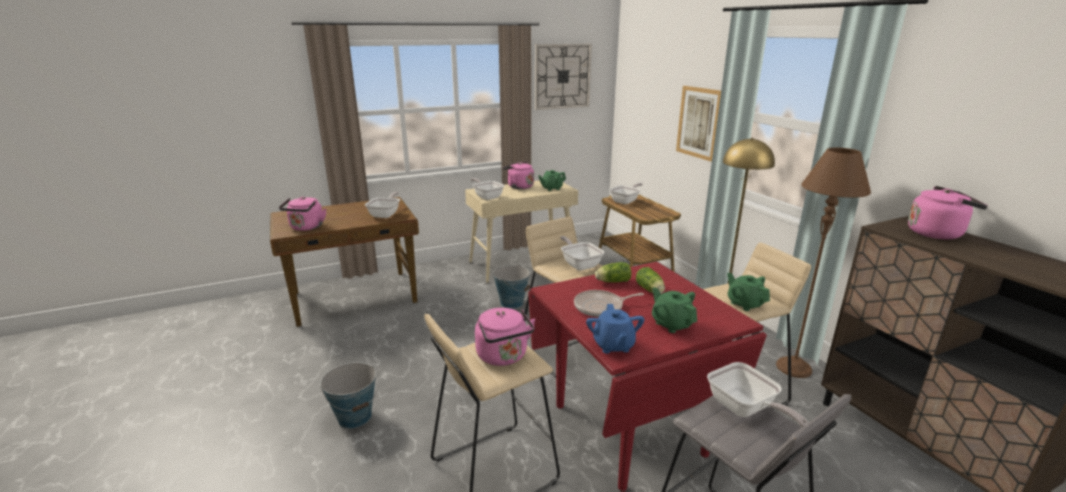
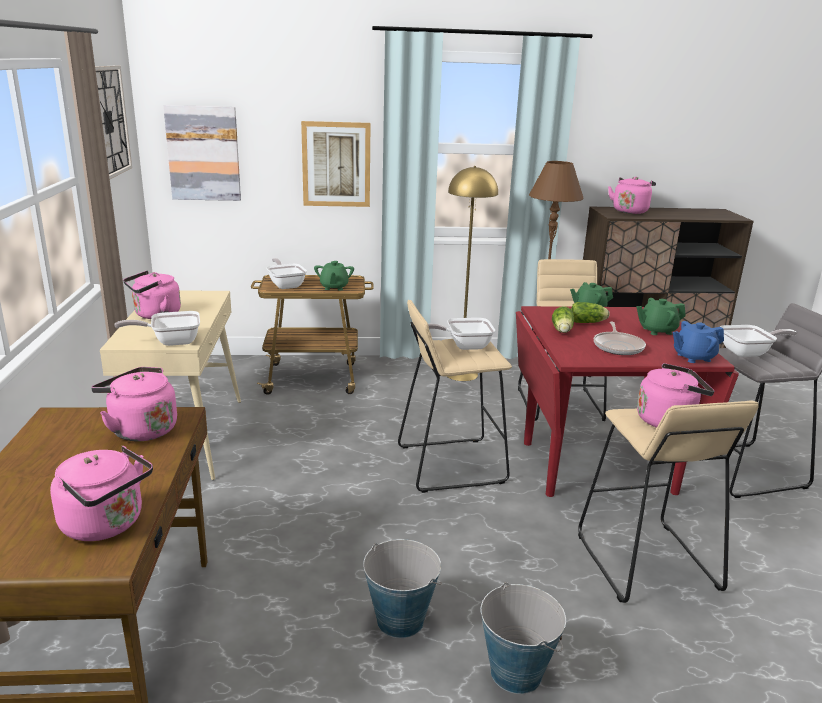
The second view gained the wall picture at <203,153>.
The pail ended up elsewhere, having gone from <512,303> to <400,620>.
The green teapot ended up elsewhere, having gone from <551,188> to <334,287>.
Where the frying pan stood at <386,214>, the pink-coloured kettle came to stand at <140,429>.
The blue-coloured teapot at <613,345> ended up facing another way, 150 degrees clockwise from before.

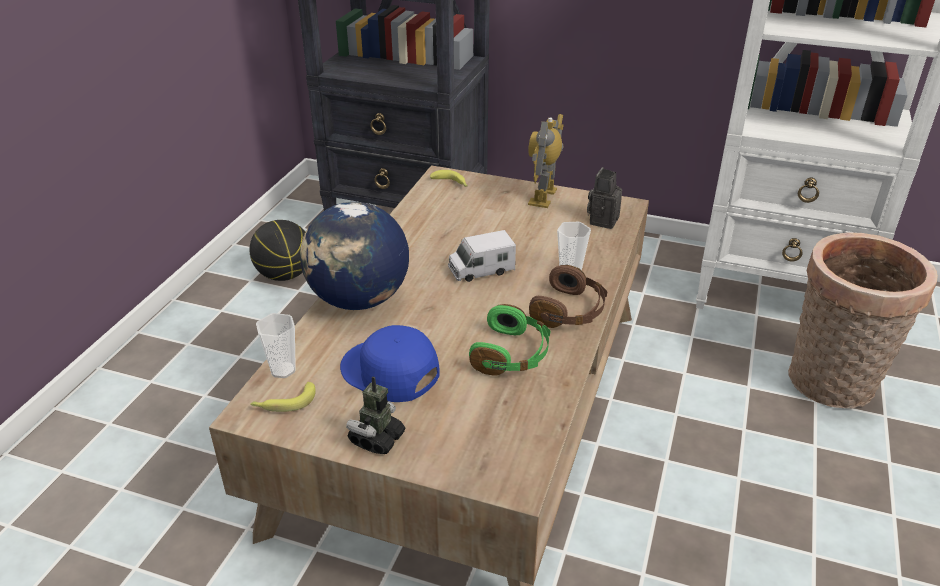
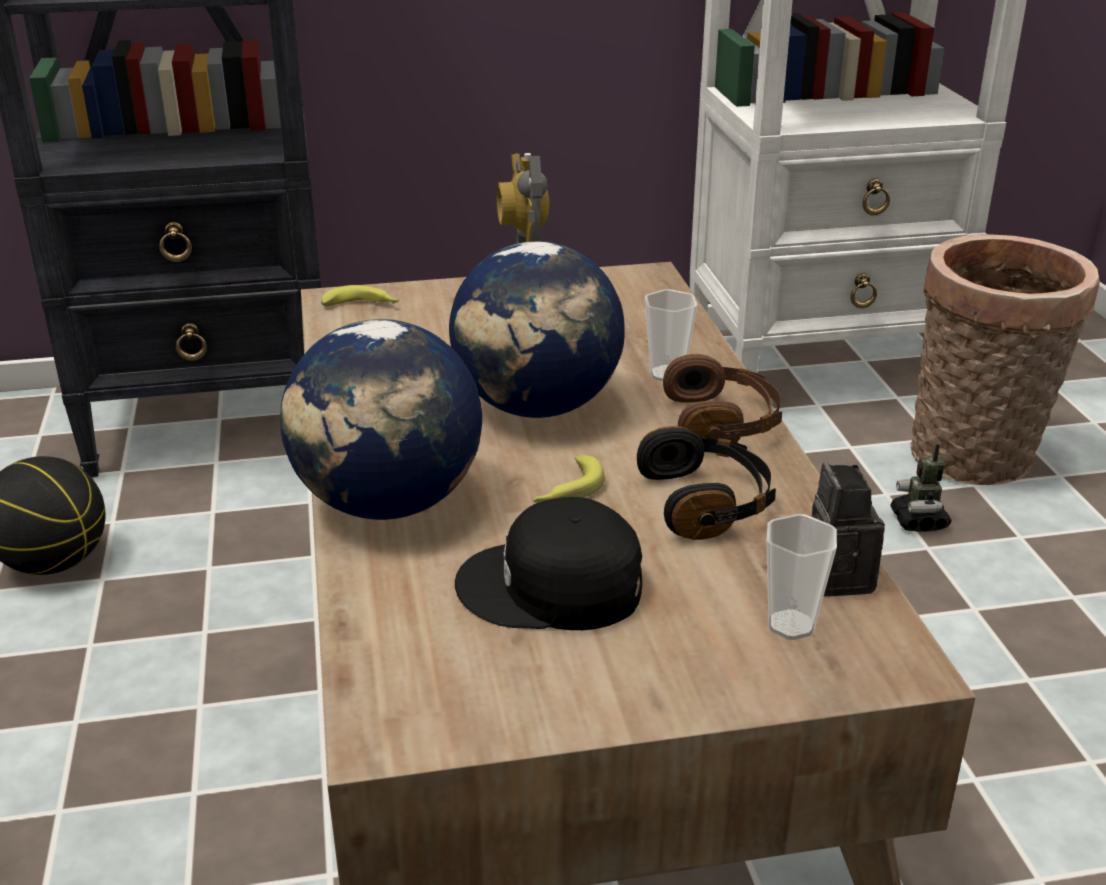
The whole banana ended up elsewhere, having gone from <284,403> to <566,491>.
The cup ended up elsewhere, having gone from <283,370> to <791,625>.
The robot figure ended up elsewhere, having gone from <377,439> to <919,521>.
The still camera ended up elsewhere, having gone from <602,220> to <833,576>.
Where the toy truck stood at <481,270>, the world globe came to stand at <538,407>.
What was the blue-coloured peaked cap at <389,372> turned into the black peaked cap at <552,587>.
What was the green pair of headphones at <512,355> turned into the black pair of headphones at <707,503>.

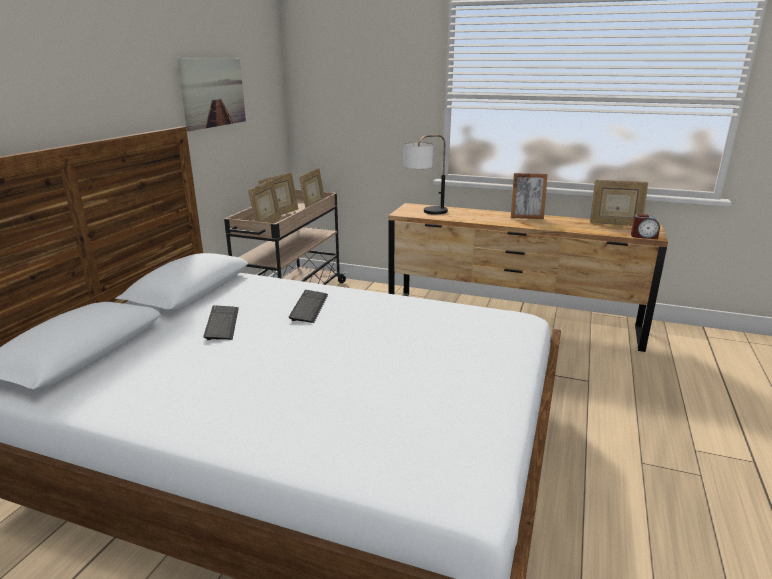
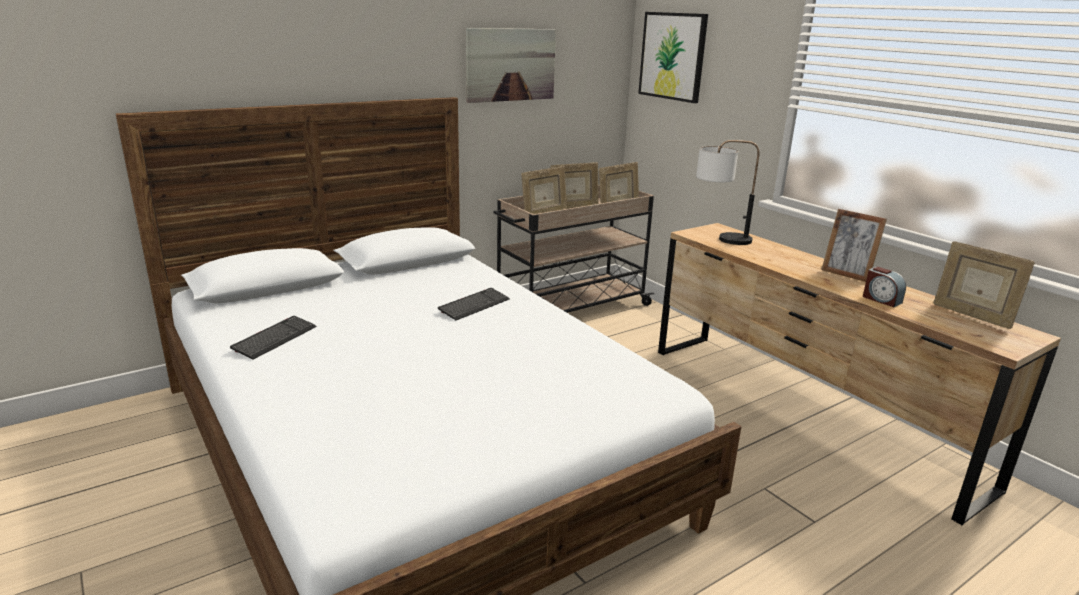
The second view gained the wall picture at <673,56>.
The PC keyboard ended up elsewhere, having gone from <222,324> to <274,339>.
The table clock ended up elsewhere, having gone from <643,236> to <881,300>.

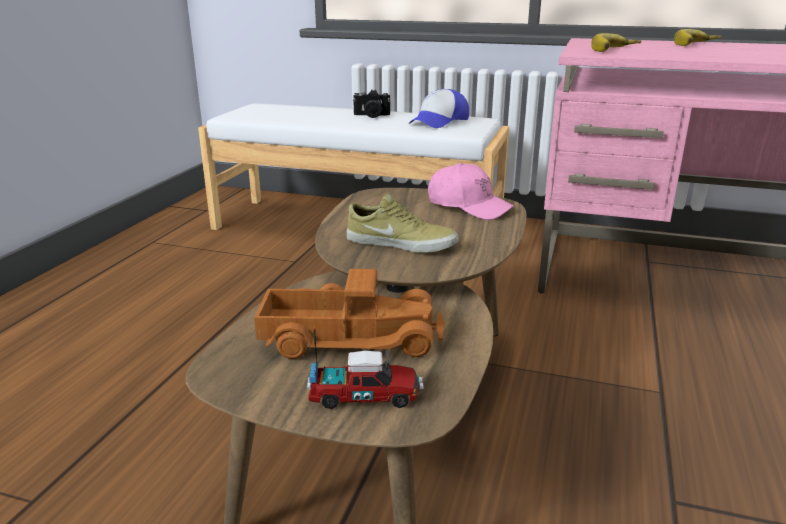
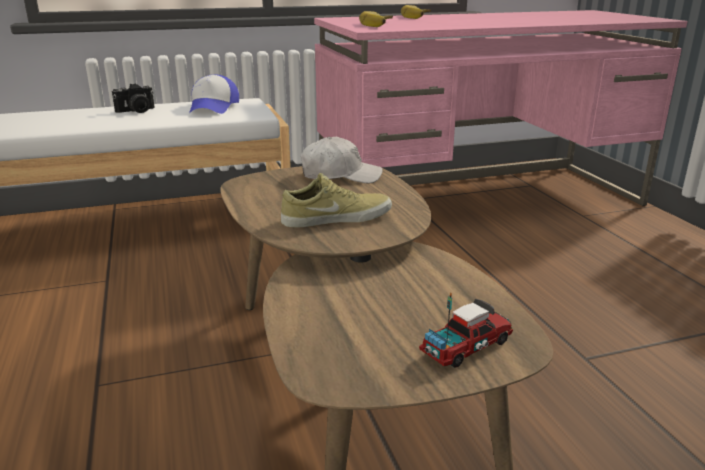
The second view lost the toy truck at <350,337>.
What was the pink-coloured peaked cap at <469,206> turned into the whitish peaked cap at <340,175>.

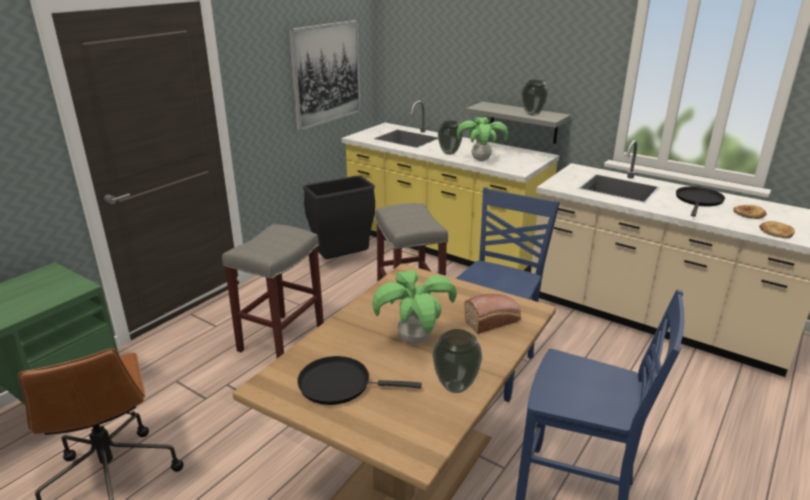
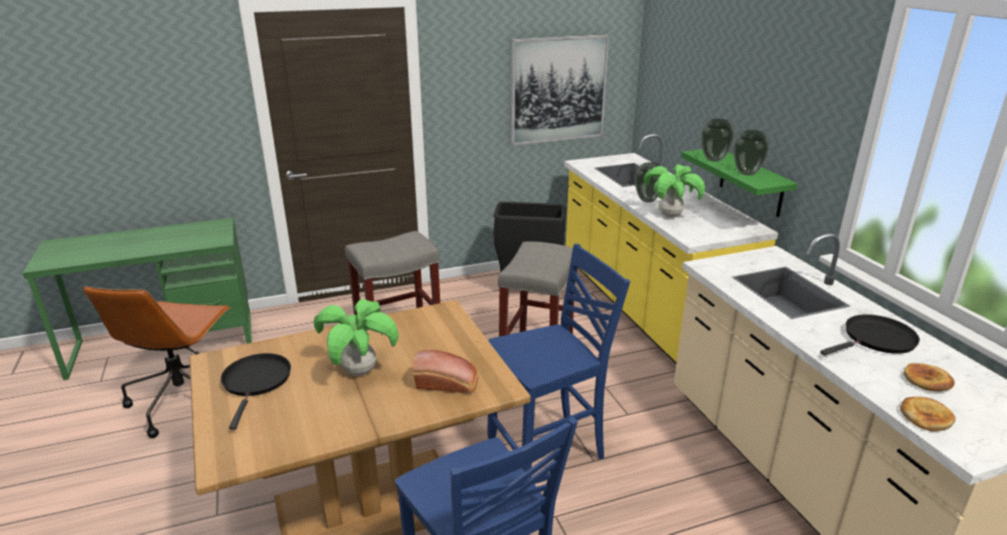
The vase ended up elsewhere, having gone from <456,386> to <714,159>.
What was the gray wall shelf at <523,122> turned into the green wall shelf at <751,182>.
The black frying pan at <339,384> ended up facing another way, 45 degrees clockwise from before.

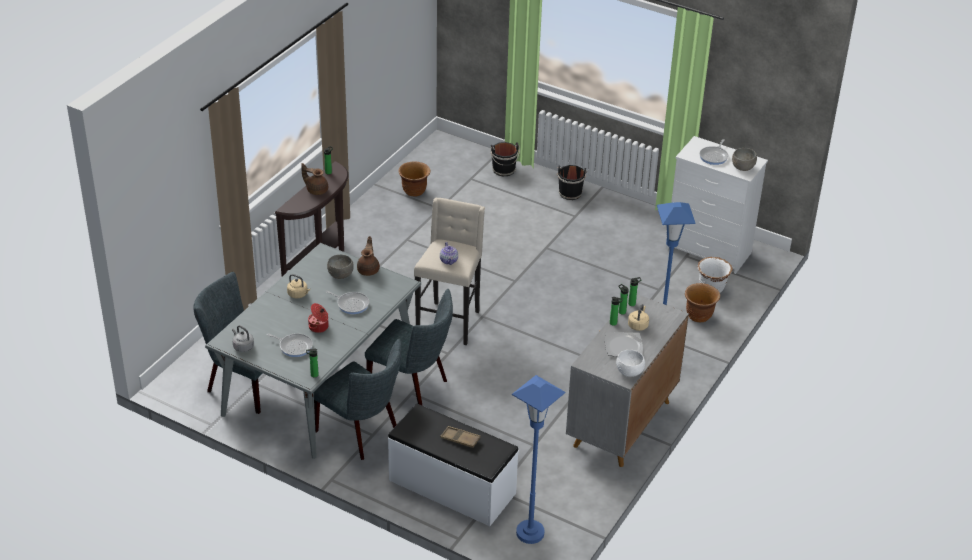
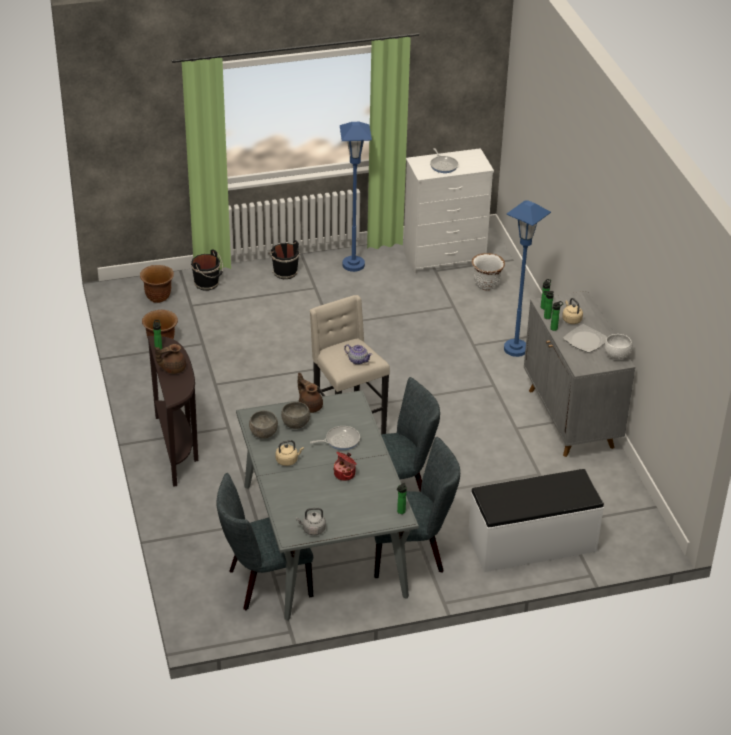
The second view lost the frying pan at <294,346>.
The second view lost the brown carrying tray at <460,439>.
The blue-coloured standing lamp ended up elsewhere, having gone from <530,533> to <353,265>.
The brown planter ended up elsewhere, having gone from <699,316> to <158,296>.
The gray serving bowl ended up elsewhere, having gone from <742,167> to <263,434>.

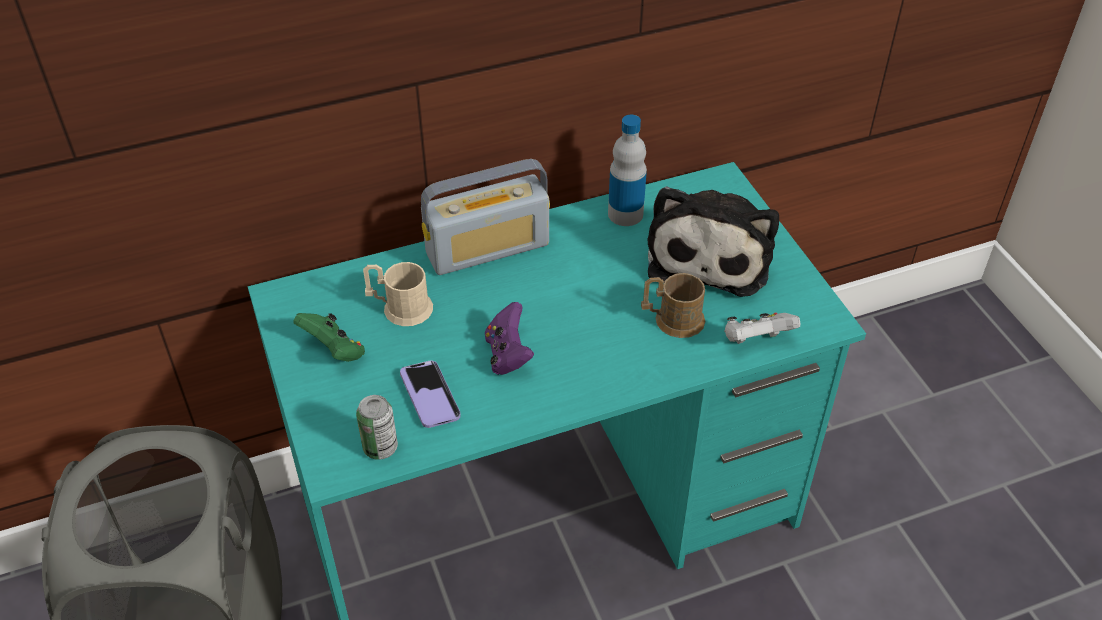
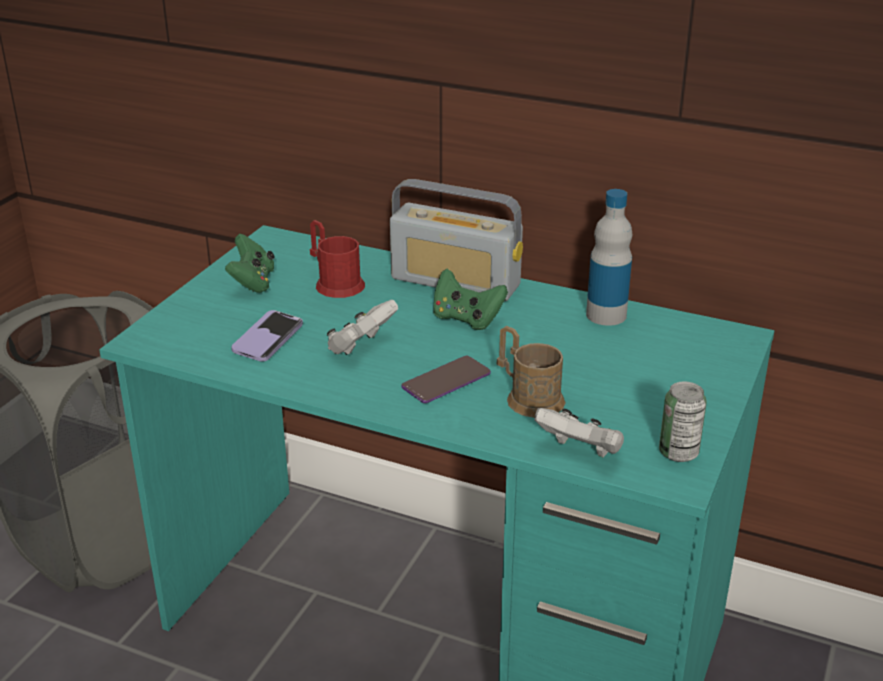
The second view lost the cuddly toy at <710,254>.
The second view gained the phone at <446,381>.
The second view gained the green game controller at <466,319>.
The can ended up elsewhere, having gone from <380,447> to <678,453>.
What was the beige coffee mug at <400,308> turned into the red-coloured coffee mug at <335,283>.
What was the purple game controller at <508,355> turned into the whitish game controller at <361,346>.

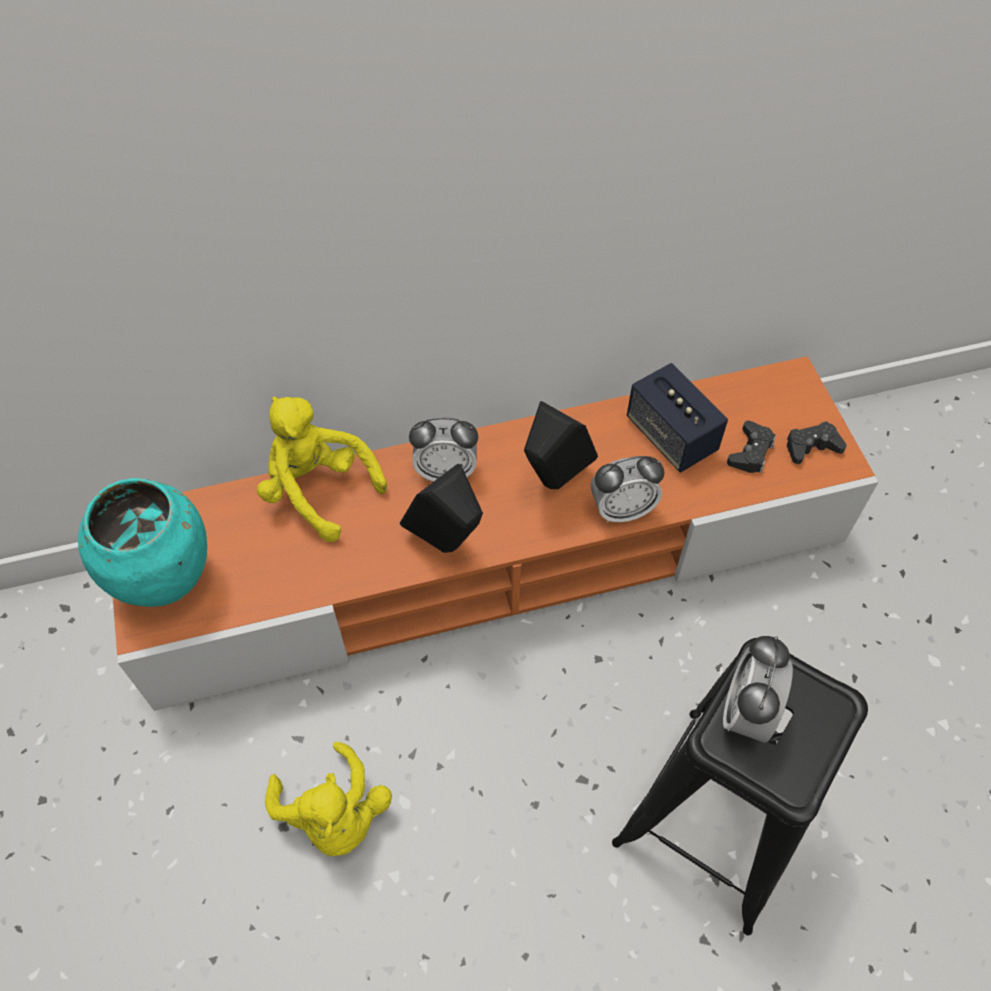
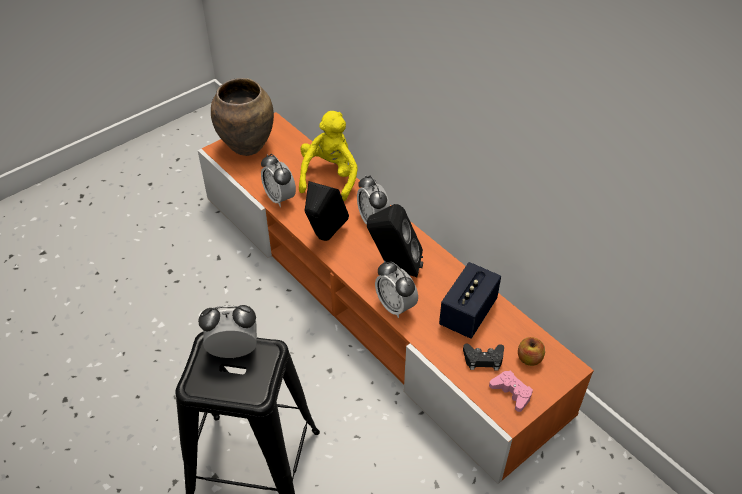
The second view lost the yellow-coloured cuddly toy at <335,815>.
The second view gained the table clock at <280,198>.
The second view gained the apple at <529,358>.
What was the turquoise vase at <166,580> turned into the brown vase at <248,146>.
What was the black game controller at <811,447> turned into the pink-coloured game controller at <511,393>.

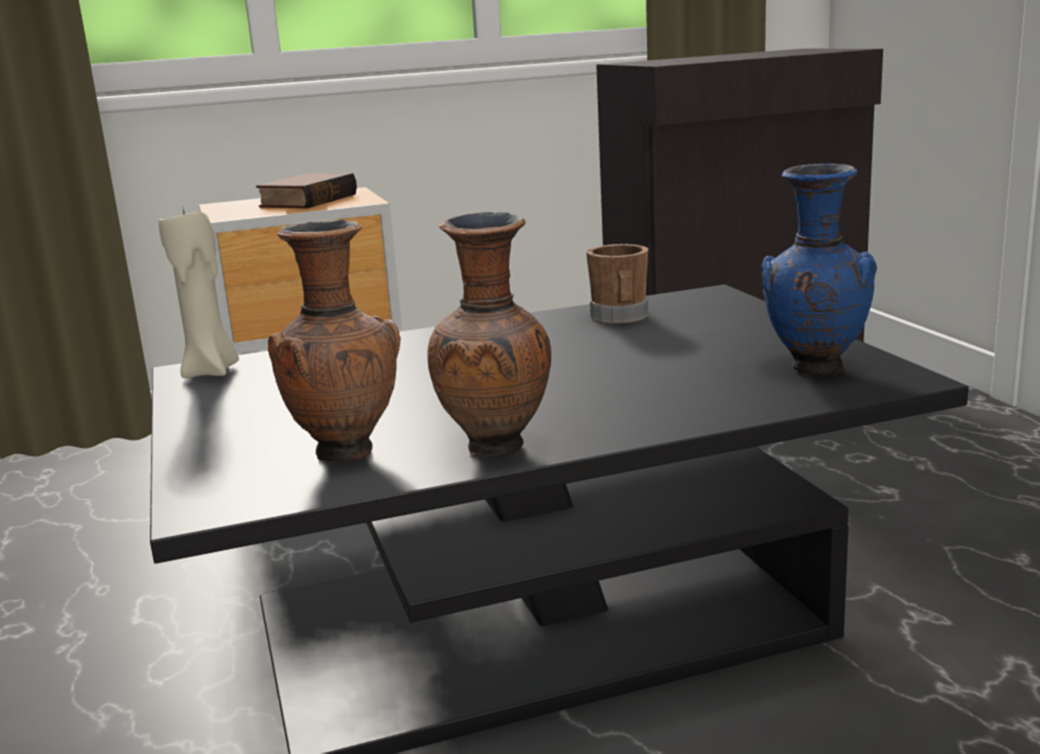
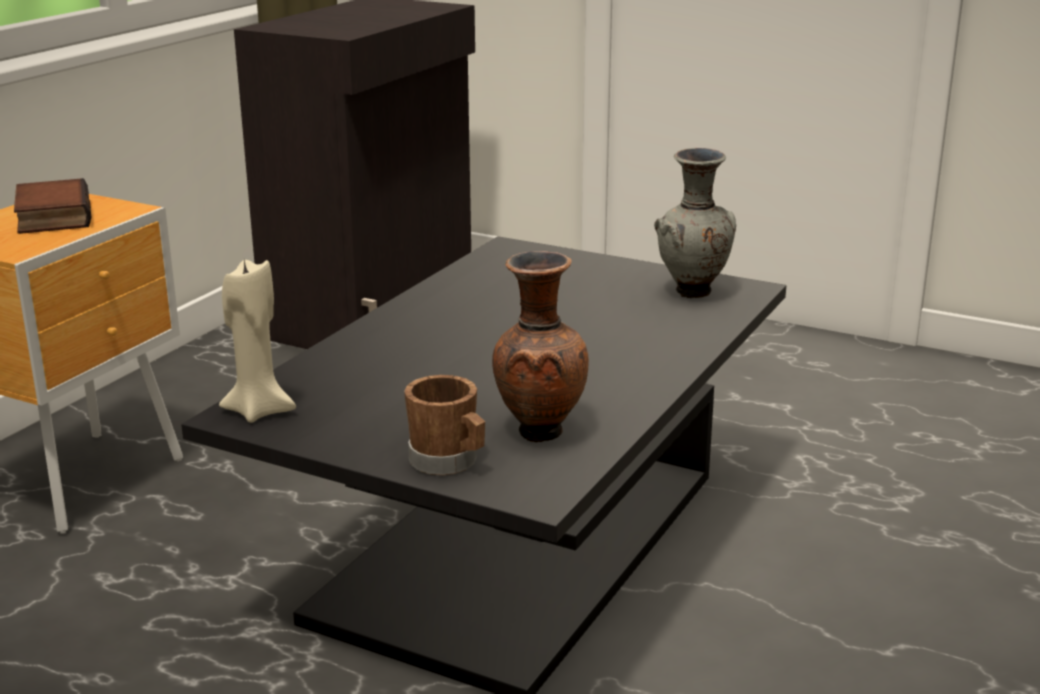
The second view lost the brown vase at <498,450>.
The brown coffee mug ended up elsewhere, having gone from <620,318> to <449,462>.
What was the blue-coloured vase at <814,370> turned into the gray vase at <692,294>.

